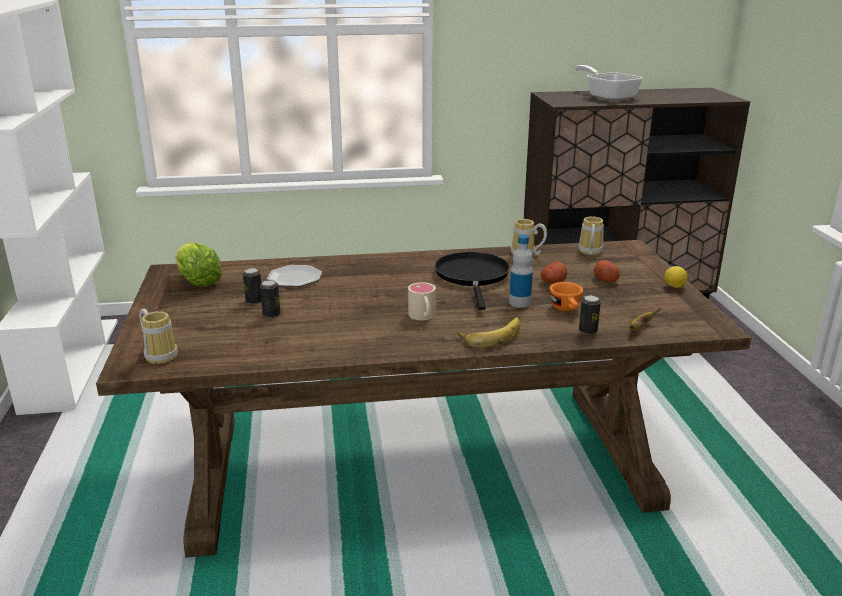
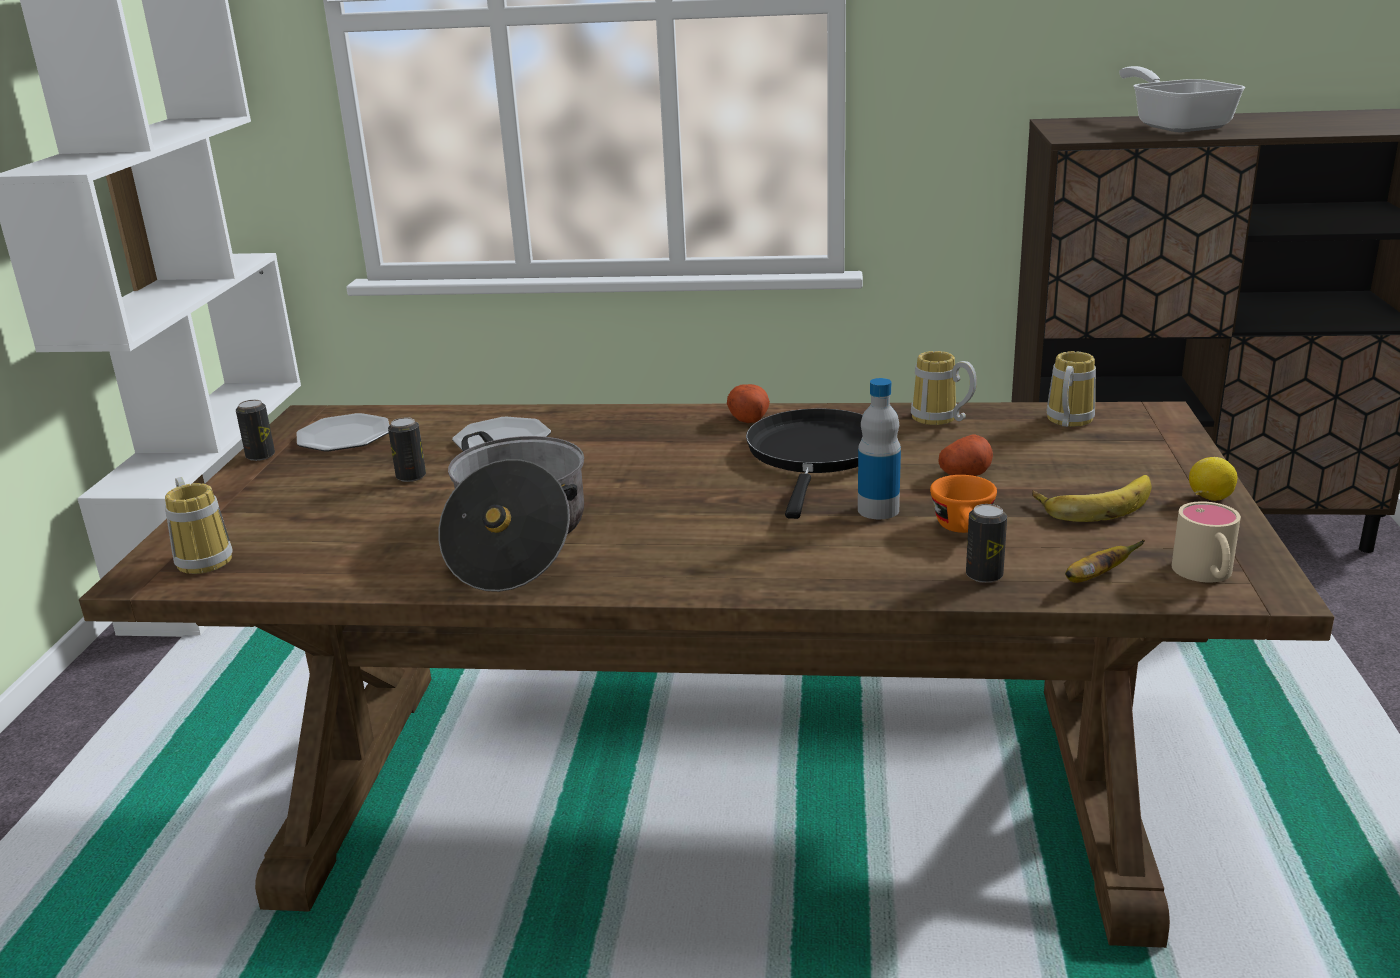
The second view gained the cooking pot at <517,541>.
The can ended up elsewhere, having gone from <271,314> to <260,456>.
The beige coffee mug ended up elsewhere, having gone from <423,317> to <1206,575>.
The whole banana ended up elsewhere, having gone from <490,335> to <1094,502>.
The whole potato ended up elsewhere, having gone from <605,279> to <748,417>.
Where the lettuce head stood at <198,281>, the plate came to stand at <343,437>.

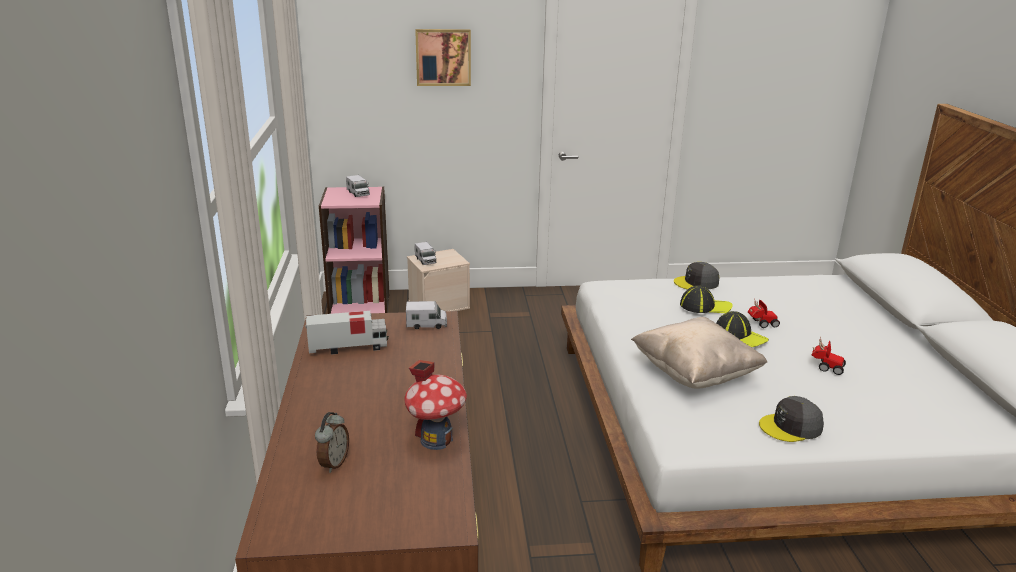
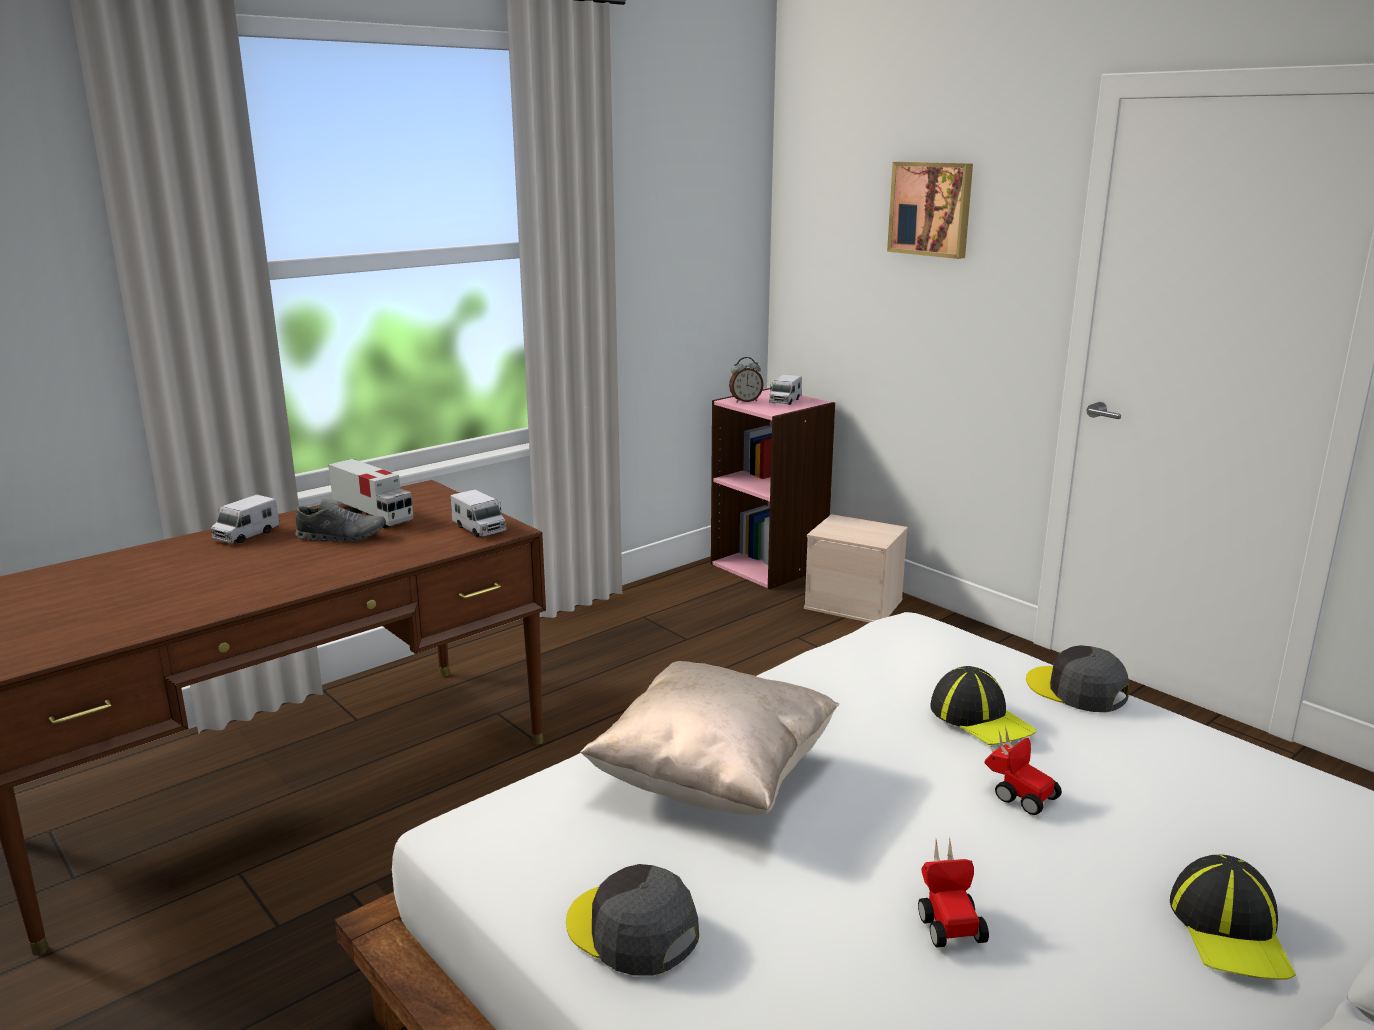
The second view lost the model house at <436,439>.
The second view gained the gray shoe at <341,537>.
The table clock ended up elsewhere, having gone from <333,463> to <745,401>.
The toy truck ended up elsewhere, having gone from <425,260> to <246,535>.
The peaked cap ended up elsewhere, having gone from <740,336> to <1230,930>.

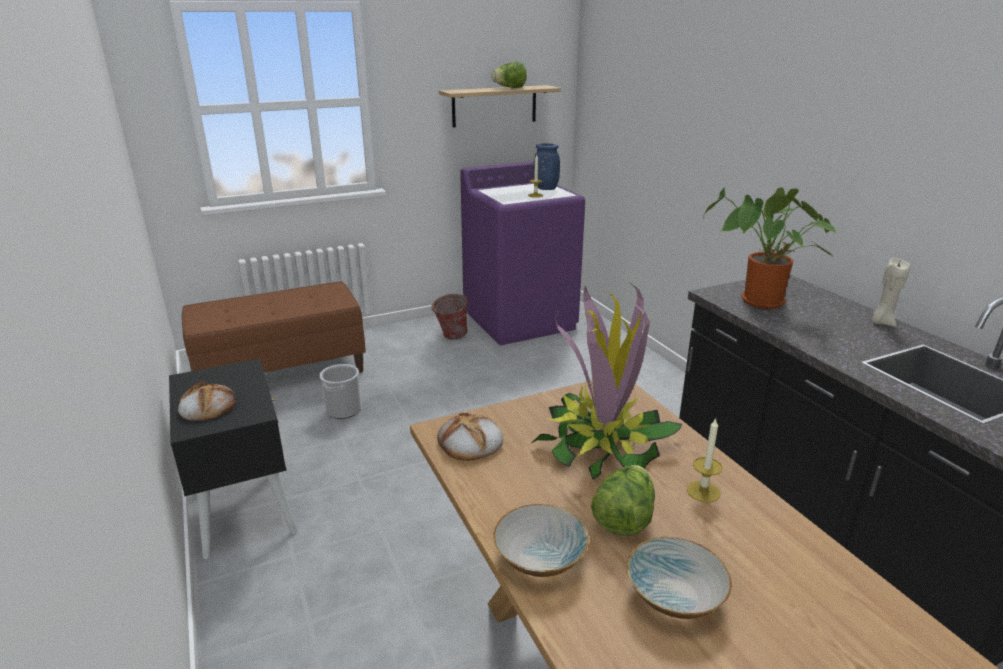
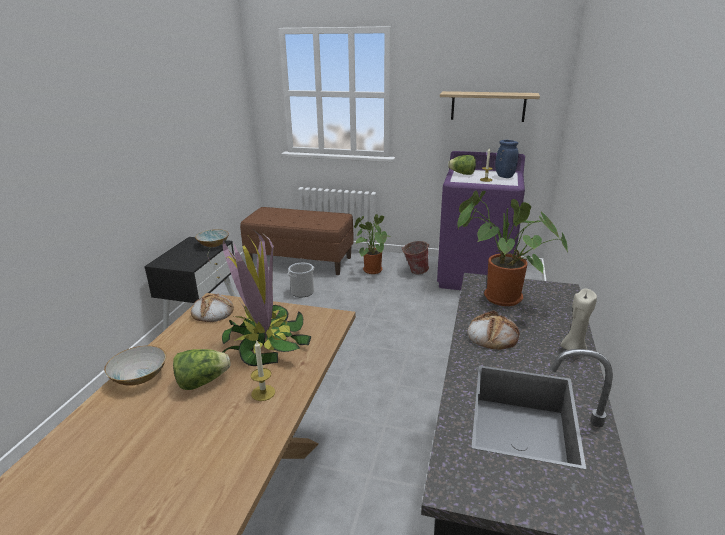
The second view gained the potted plant at <371,269>.
The baked bread ended up elsewhere, having gone from <207,406> to <492,335>.
The lettuce head ended up elsewhere, having gone from <509,88> to <462,174>.
The serving bowl ended up elsewhere, having gone from <675,595> to <214,244>.

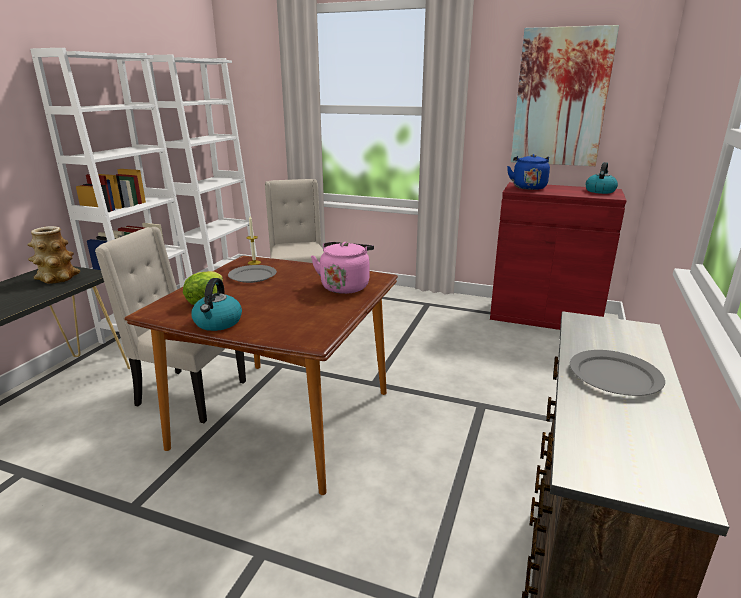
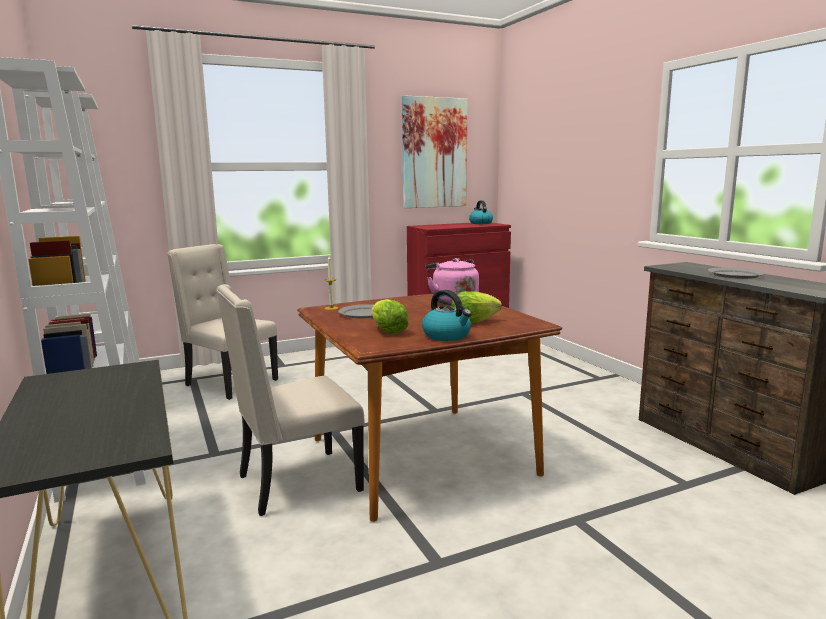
The second view lost the vase at <57,279>.
The second view lost the blue-coloured kettle at <528,187>.
The second view gained the lettuce head at <473,322>.

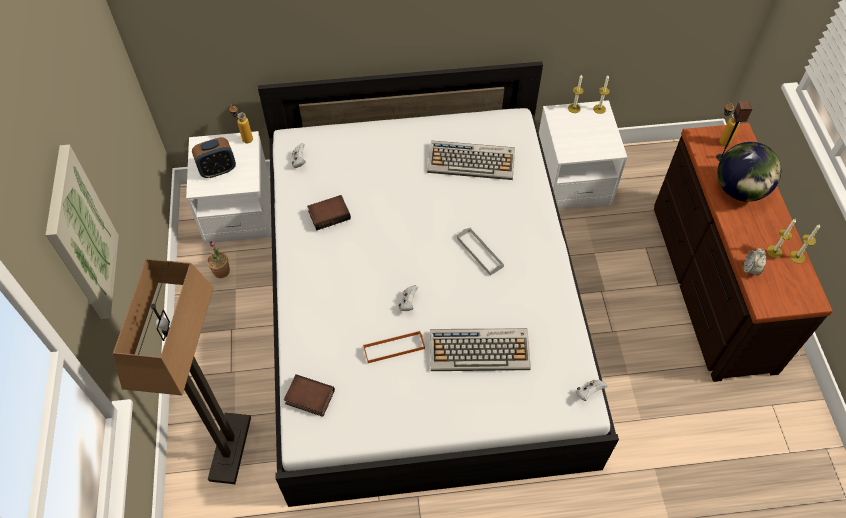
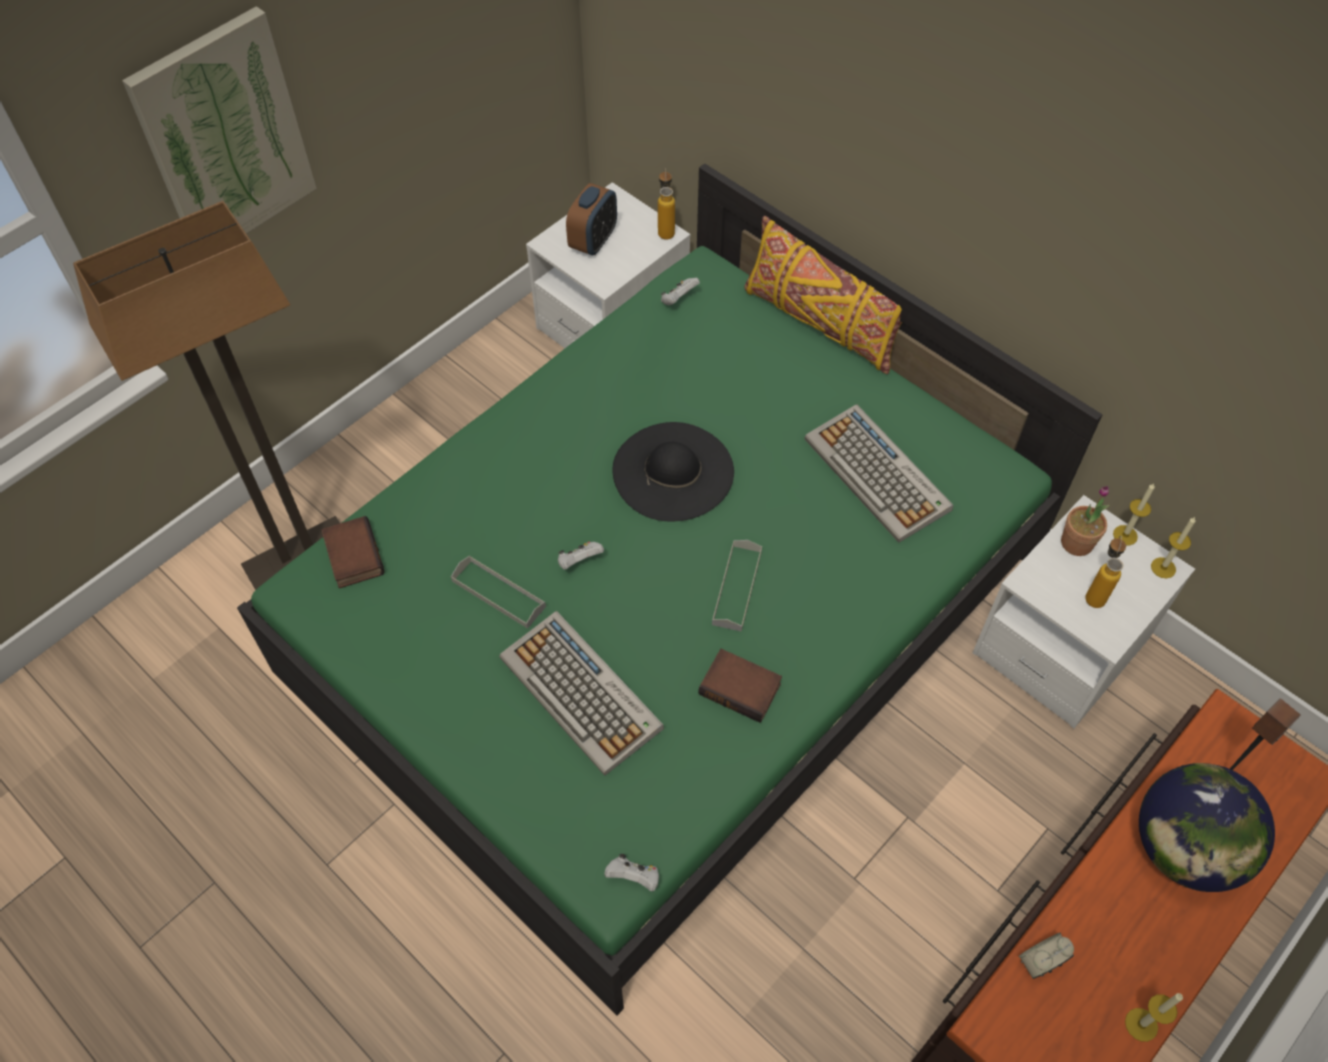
The second view lost the candle at <774,251>.
The second view gained the black clothing hat at <673,471>.
The second view gained the yellow-coloured pillow at <820,323>.
The potted plant ended up elsewhere, having gone from <221,271> to <1076,543>.
The volume ended up elsewhere, having gone from <329,214> to <741,688>.
The bottle ended up elsewhere, having gone from <721,139> to <1095,592>.
What was the whitish bedroom bed at <422,308> turned into the green bedroom bed at <664,614>.
What was the orange carrying tray at <394,348> turned into the gray carrying tray at <498,594>.
The table clock at <218,170> ended up facing another way, 90 degrees counterclockwise from before.

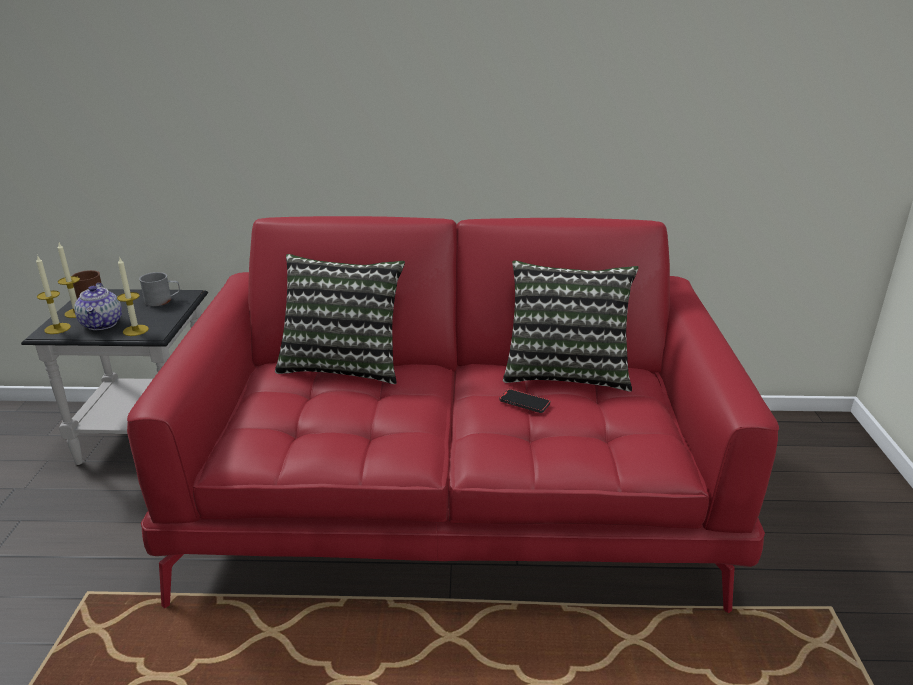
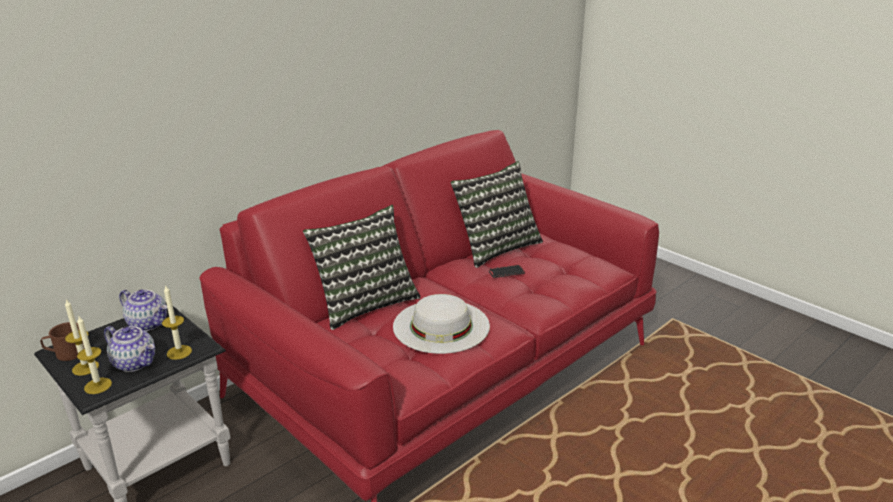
The second view gained the whitish clothing hat at <441,326>.
Where the gray coffee mug stood at <163,300>, the teapot came to stand at <148,323>.

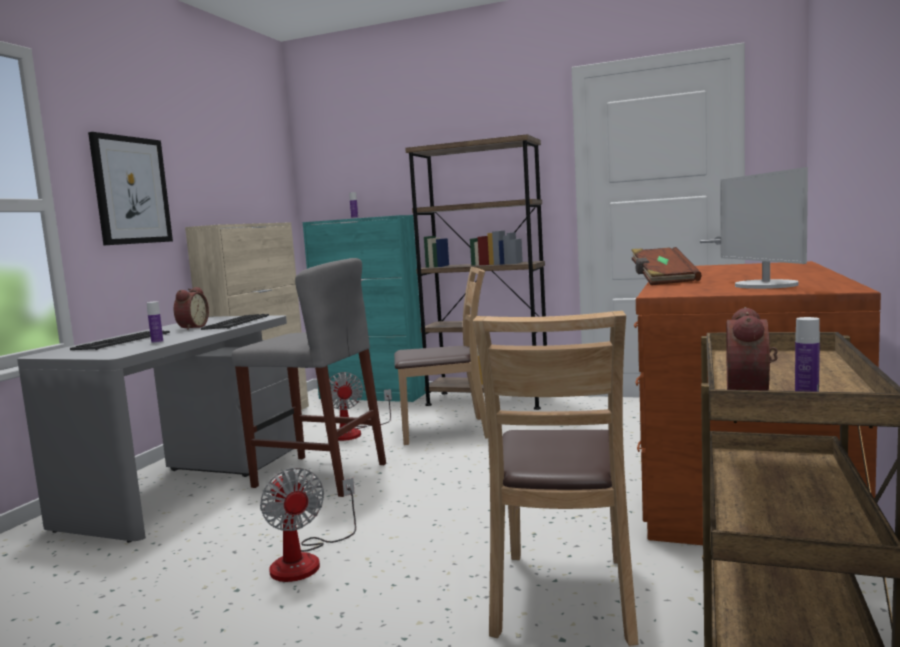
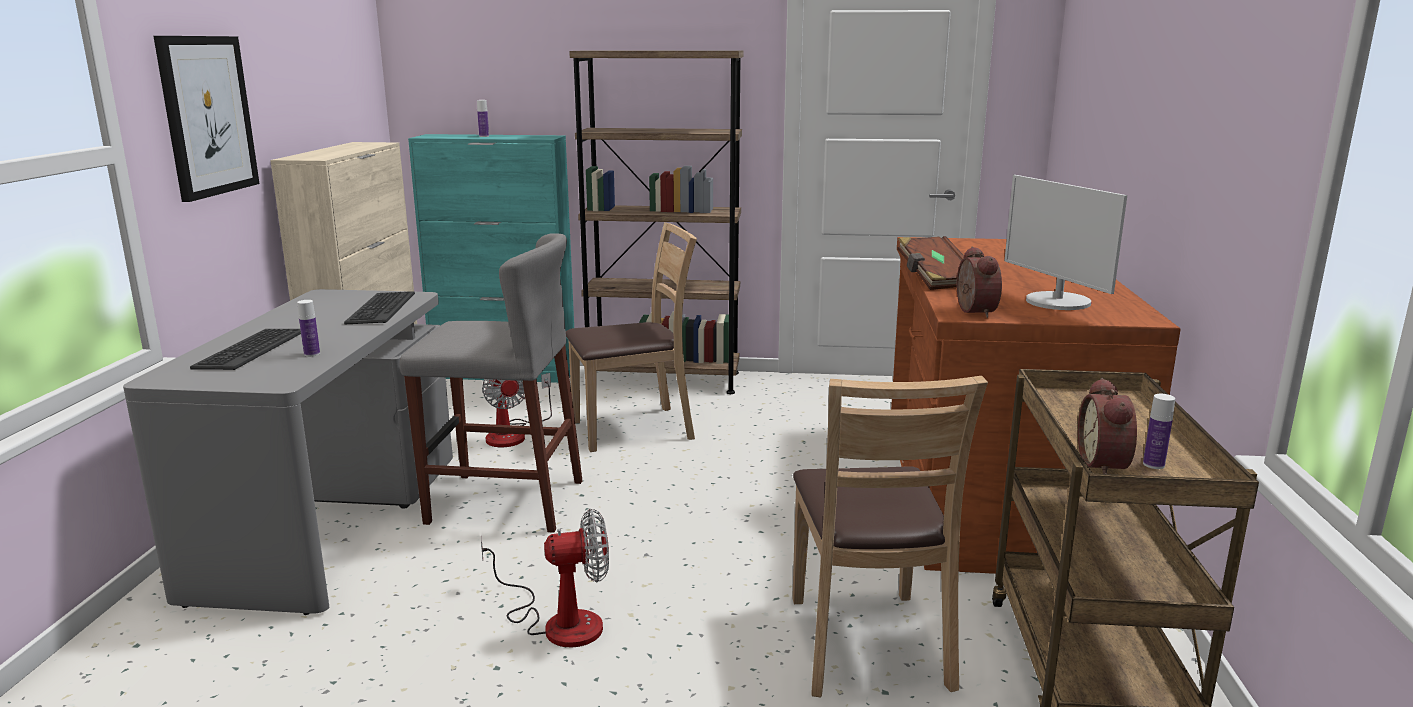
The table clock ended up elsewhere, having gone from <191,327> to <972,311>.
The fan at <306,559> ended up facing another way, 60 degrees counterclockwise from before.

